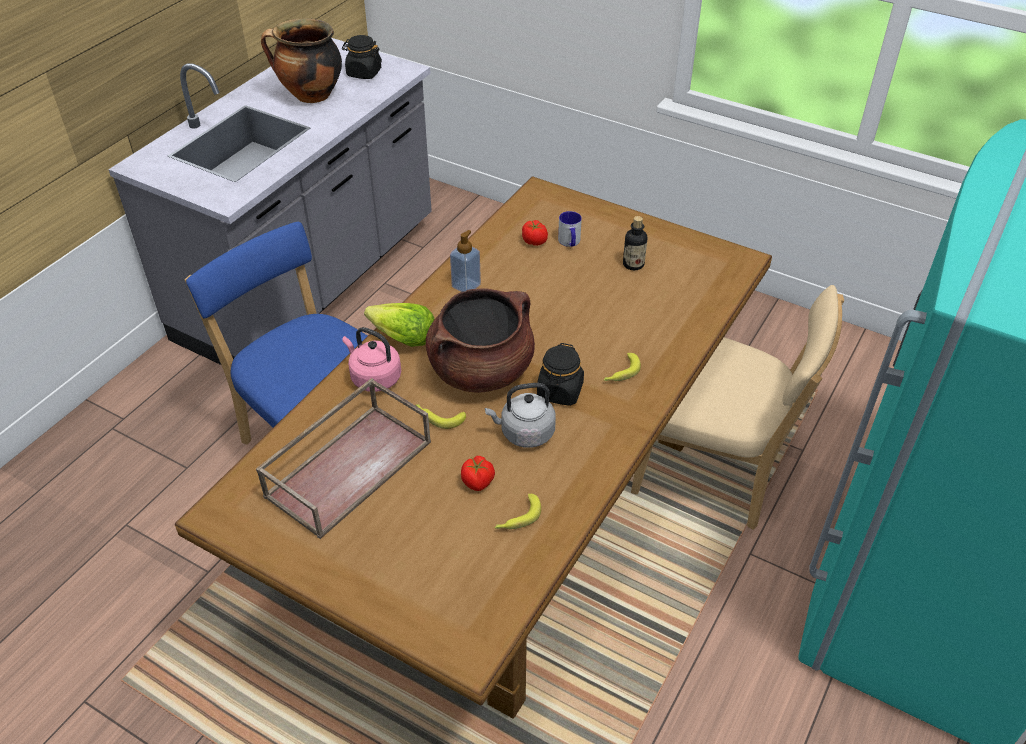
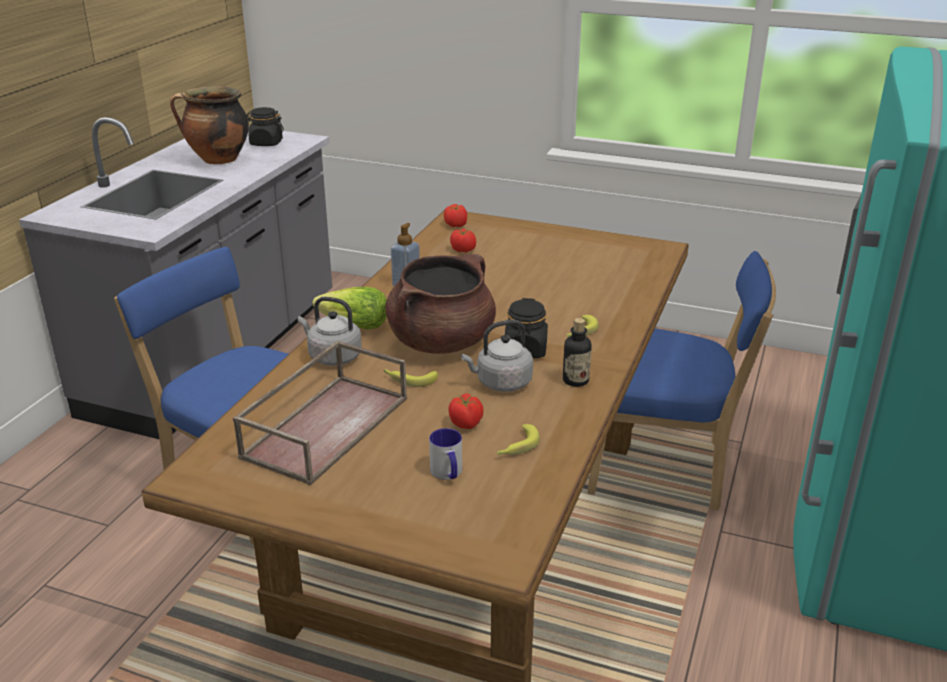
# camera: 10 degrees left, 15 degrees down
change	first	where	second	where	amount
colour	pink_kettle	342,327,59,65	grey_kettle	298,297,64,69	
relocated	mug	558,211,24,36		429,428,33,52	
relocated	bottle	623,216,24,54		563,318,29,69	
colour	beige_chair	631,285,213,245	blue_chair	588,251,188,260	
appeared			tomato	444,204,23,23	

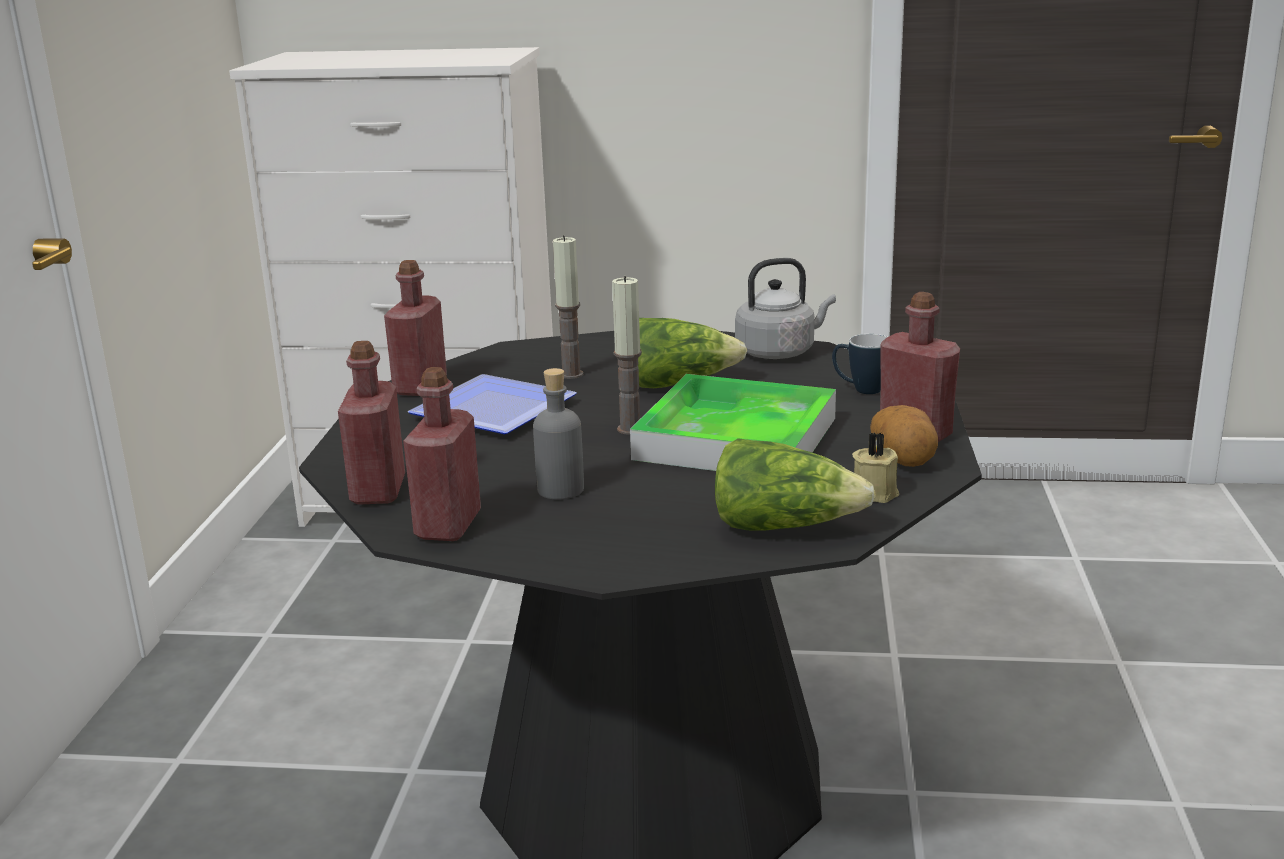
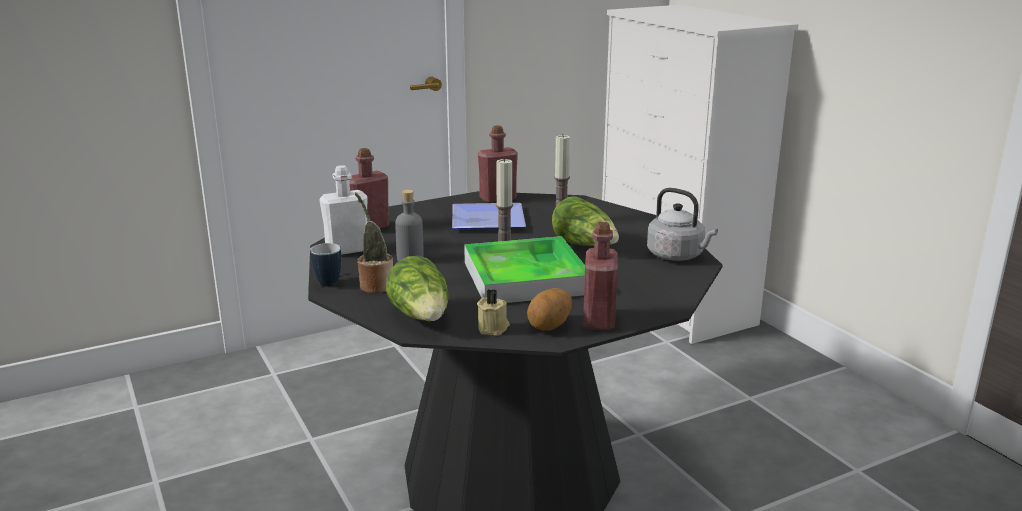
# camera: 55 degrees right, 0 degrees up
change	first	where	second	where	amount
colour	red_bottle	403,367,78,174	white_bottle	320,165,47,90	
relocated	mug	832,334,55,60		310,243,31,43	
appeared			potted_plant	355,192,38,101	

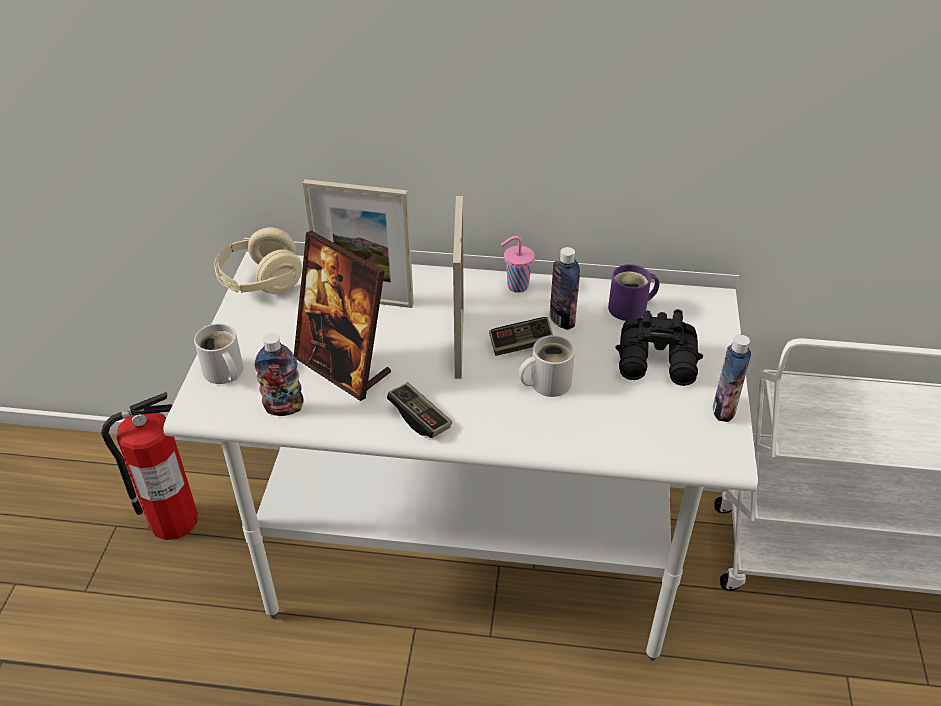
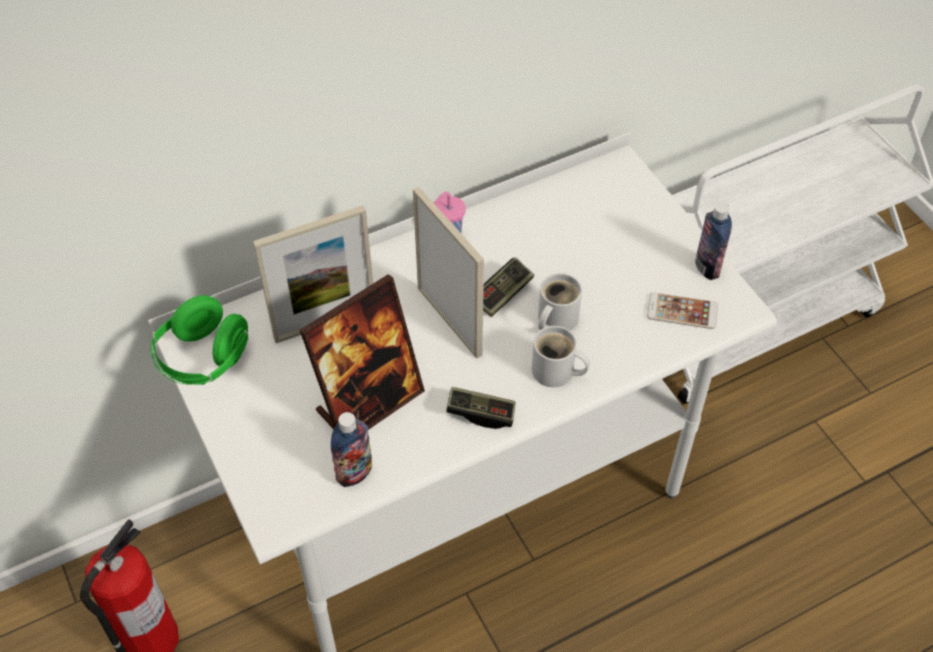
# camera: 35 degrees left, 10 degrees up
change	first	where	second	where	amount
relocated	white_mug	194,323,49,61		532,326,58,61	
colour	beige_headphones	214,227,88,67	green_headphones	151,295,97,90	
spun	picture_frame	294,231,97,170		300,274,125,156	45 degrees counterclockwise
missing	bottle	550,247,30,83			
missing	purple_mug	608,264,51,57			
missing	black_binoculars	616,309,87,77			
appeared			phone	647,292,71,37	

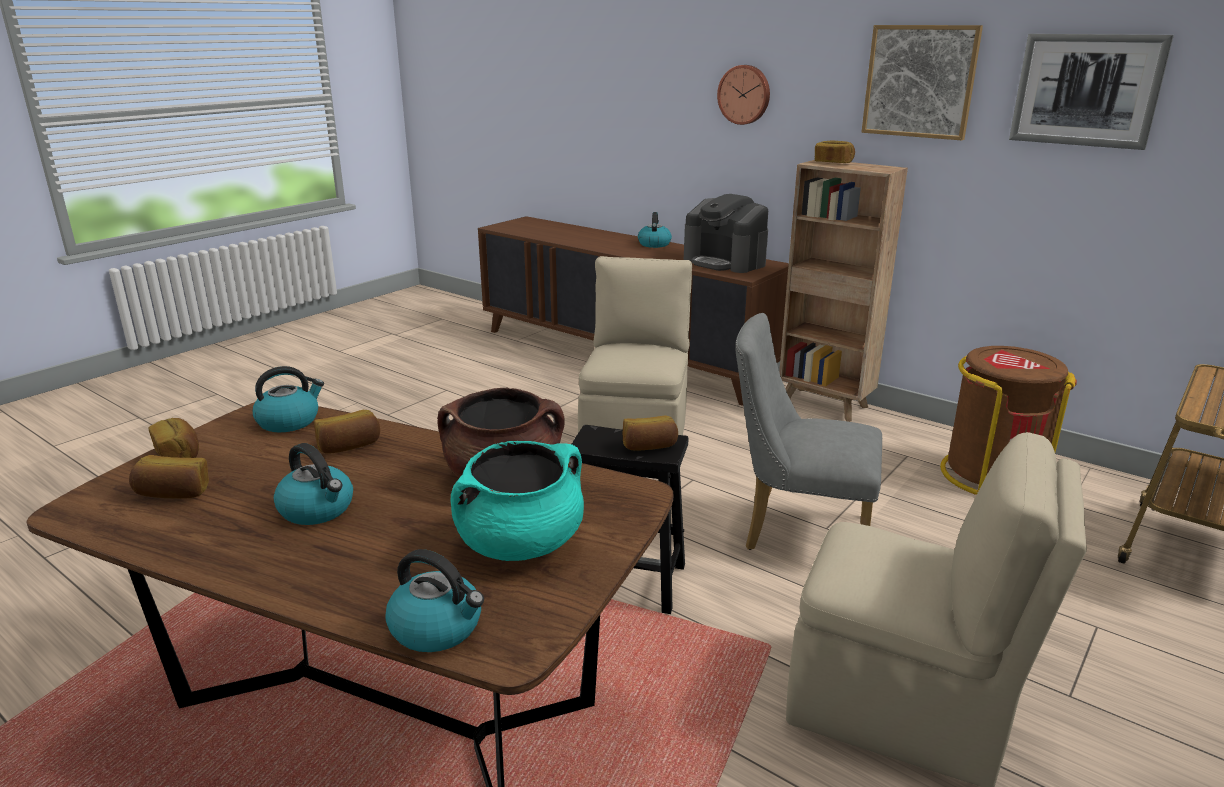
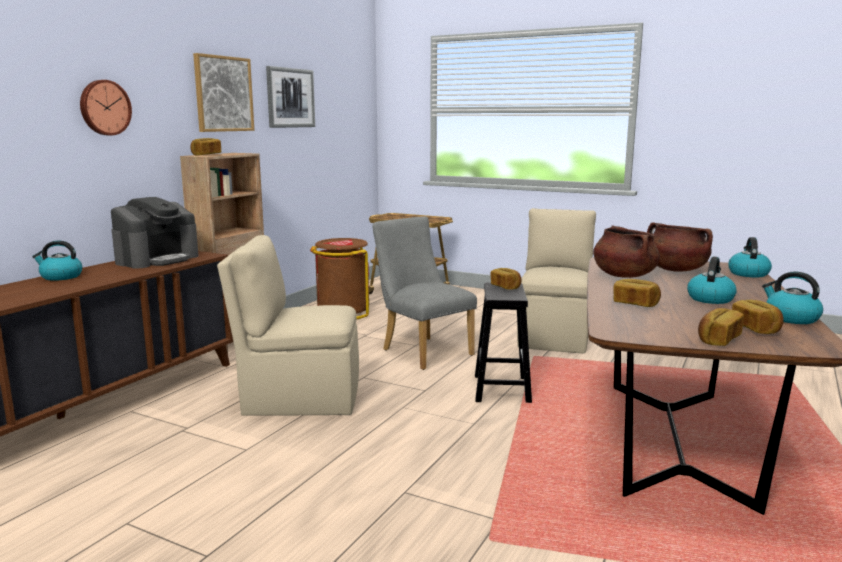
# camera: 100 degrees left, 10 degrees down
change	first	where	second	where	amount
relocated	kettle	253,366,71,67		762,271,61,53	
colour	turquoise_cooking_pot	450,441,134,120	brown_cooking_pot	647,223,66,48	
spun	grey_chair	735,313,147,237		372,217,105,153	135 degrees clockwise

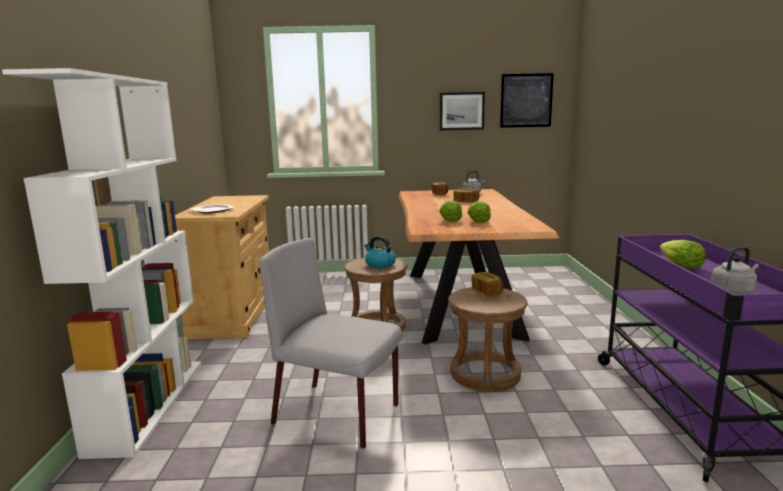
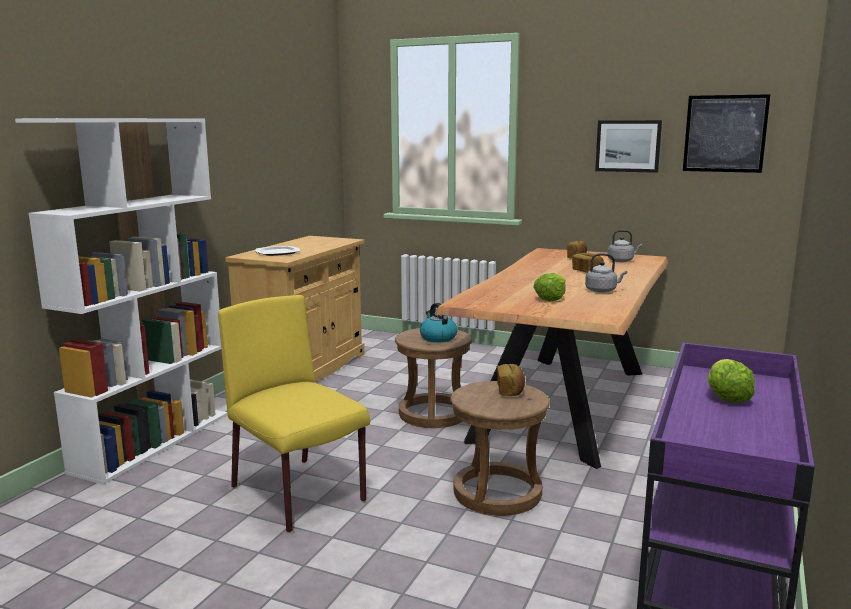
# camera: 25 degrees right, 0 degrees up
change	first	where	second	where	amount
colour	grey_chair	260,238,142,211	yellow_chair	218,295,152,238	
missing	lettuce	439,200,23,22			
relocated	grey_kettle	711,247,48,47		585,253,42,39	

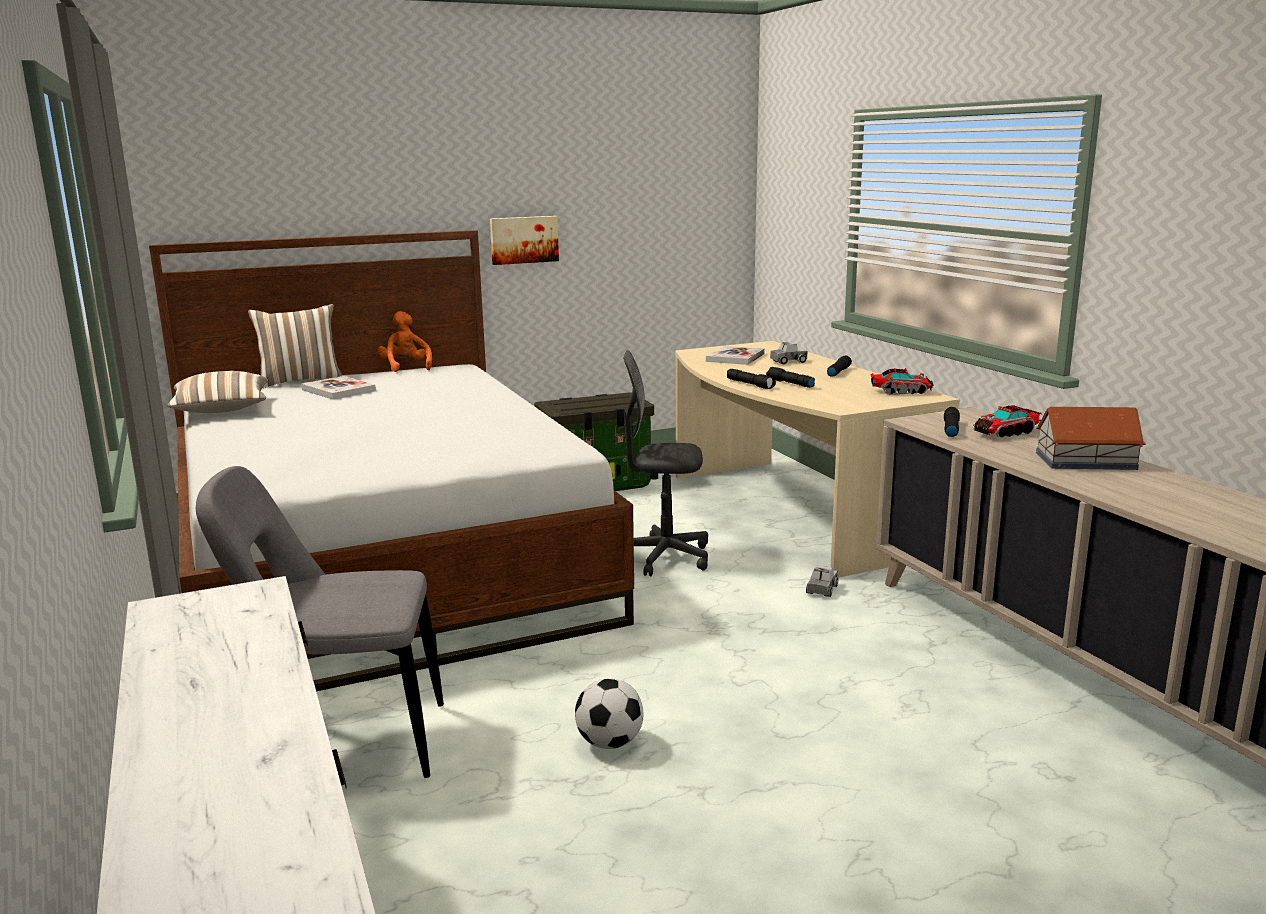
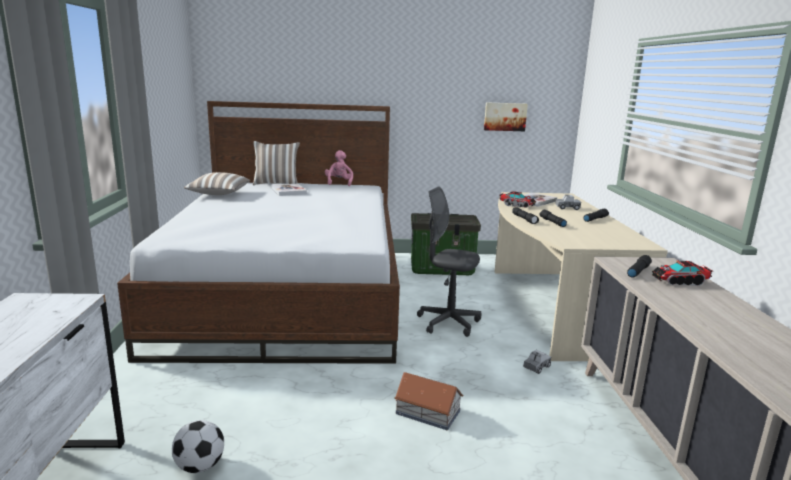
# camera: 20 degrees right, 0 degrees up
change	first	where	second	where	amount
missing	grey_chair	196,466,248,312			
colour	orange_plush_toy	378,311,54,61	pink_plush_toy	325,150,28,36	
relocated	picture	490,216,69,49		484,102,44,29	
relocated	football	575,678,68,71		172,420,52,53	
relocated	toy_truck	870,368,64,27		499,191,37,17	
relocated	toy_house	1036,407,110,63		394,372,70,58	

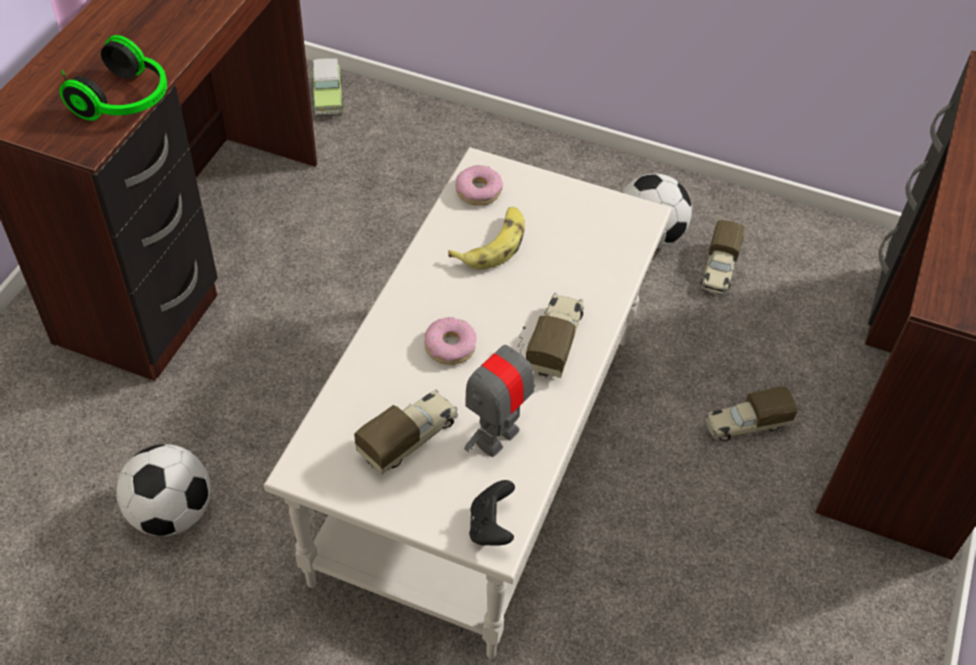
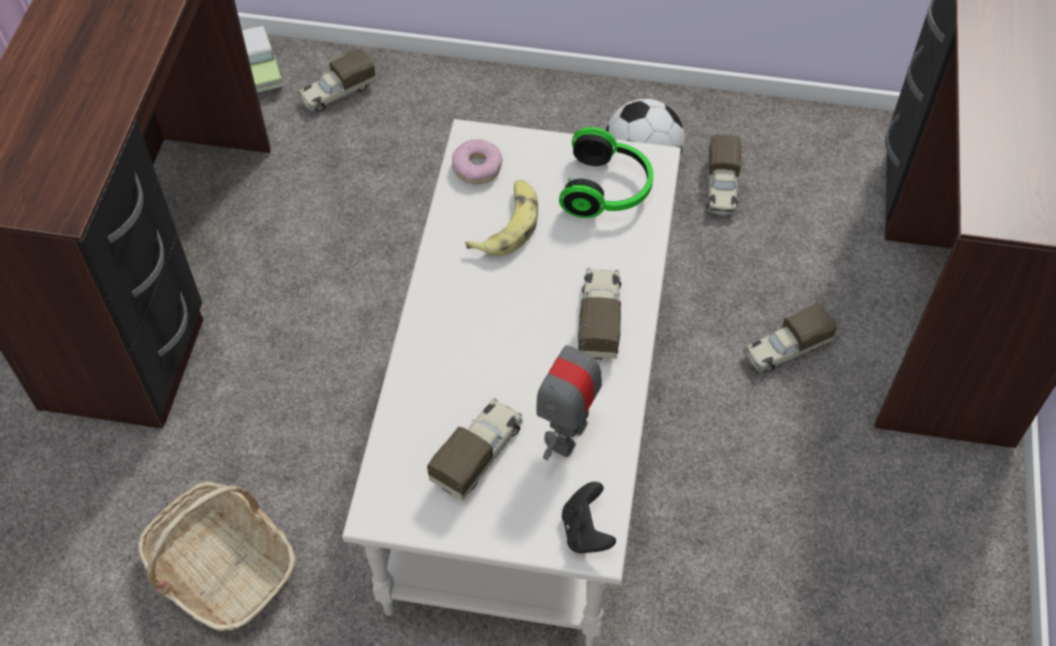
# camera: 10 degrees left, 5 degrees up
change	first	where	second	where	amount
relocated	headphones	59,35,108,86		559,127,94,91	
exchanged	football	116,444,95,92	basket	138,481,158,150	
missing	donut	424,317,52,48			
appeared			toy_truck	298,48,78,63	

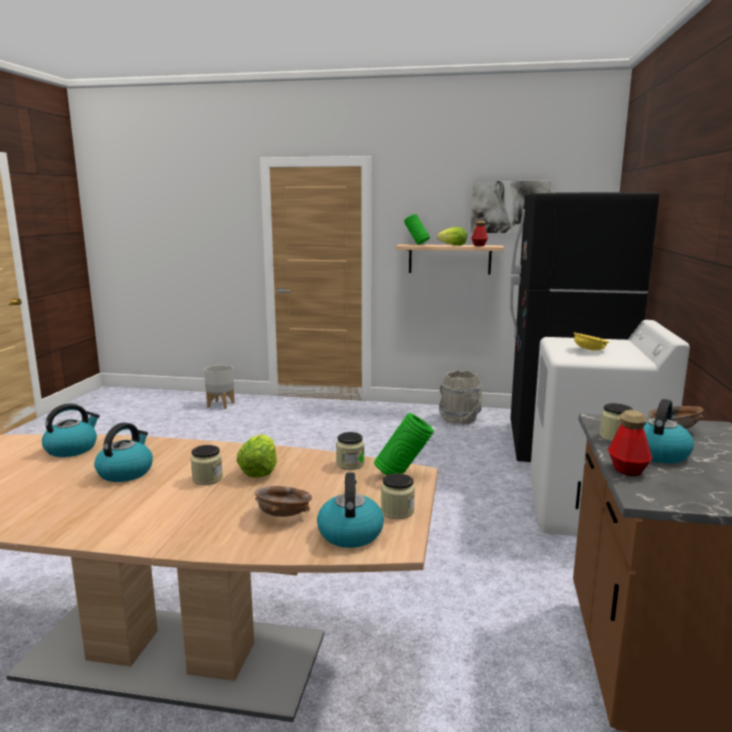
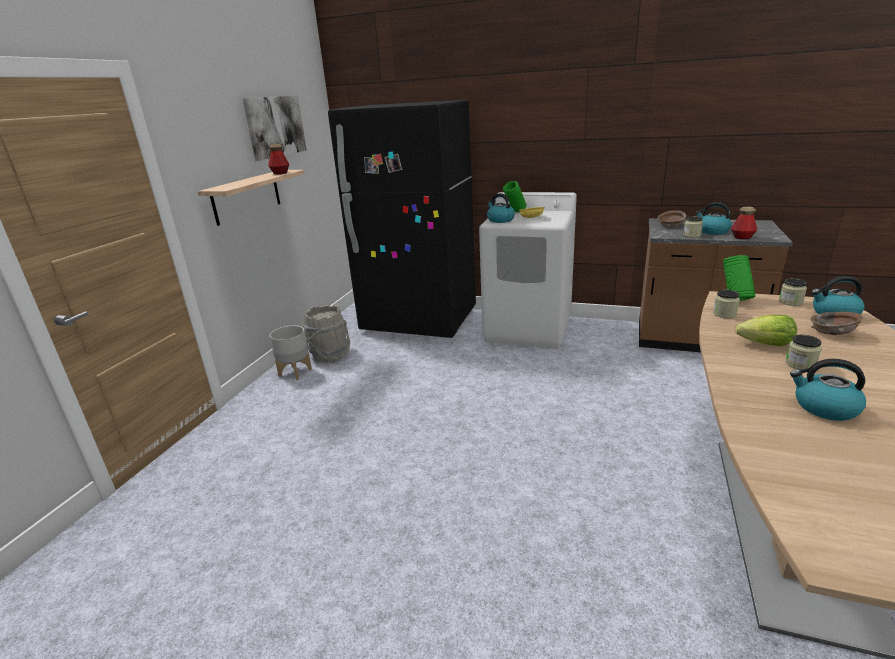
# camera: 80 degrees left, 10 degrees up
change	first	where	second	where	amount
relocated	kettle	42,404,58,53		487,193,28,30	
relocated	grey_planter	204,365,31,44		270,325,42,55	
relocated	green_vase	404,214,26,31		503,181,23,31	
missing	lettuce	437,227,30,19			

